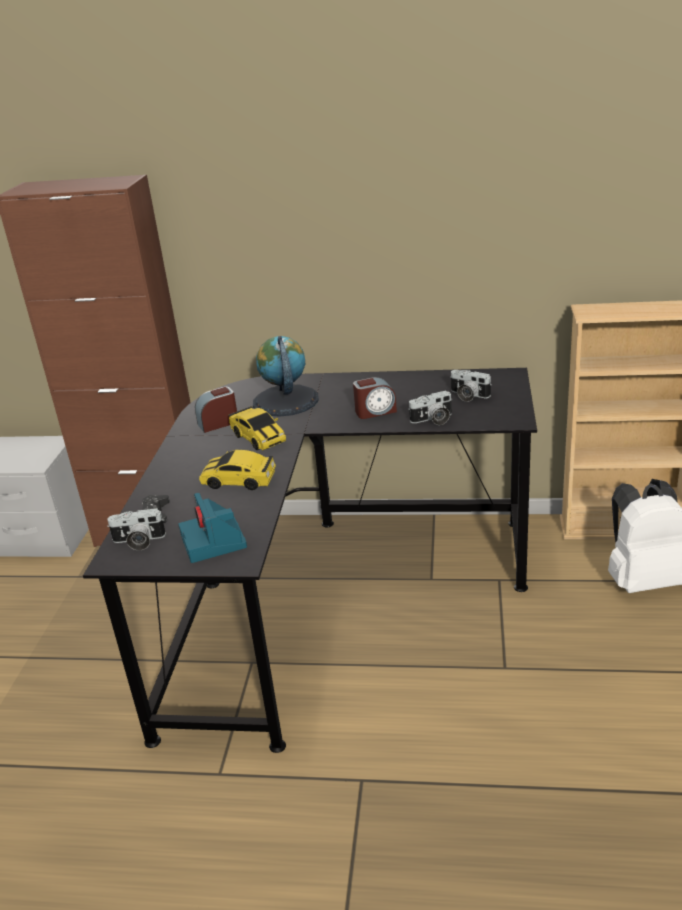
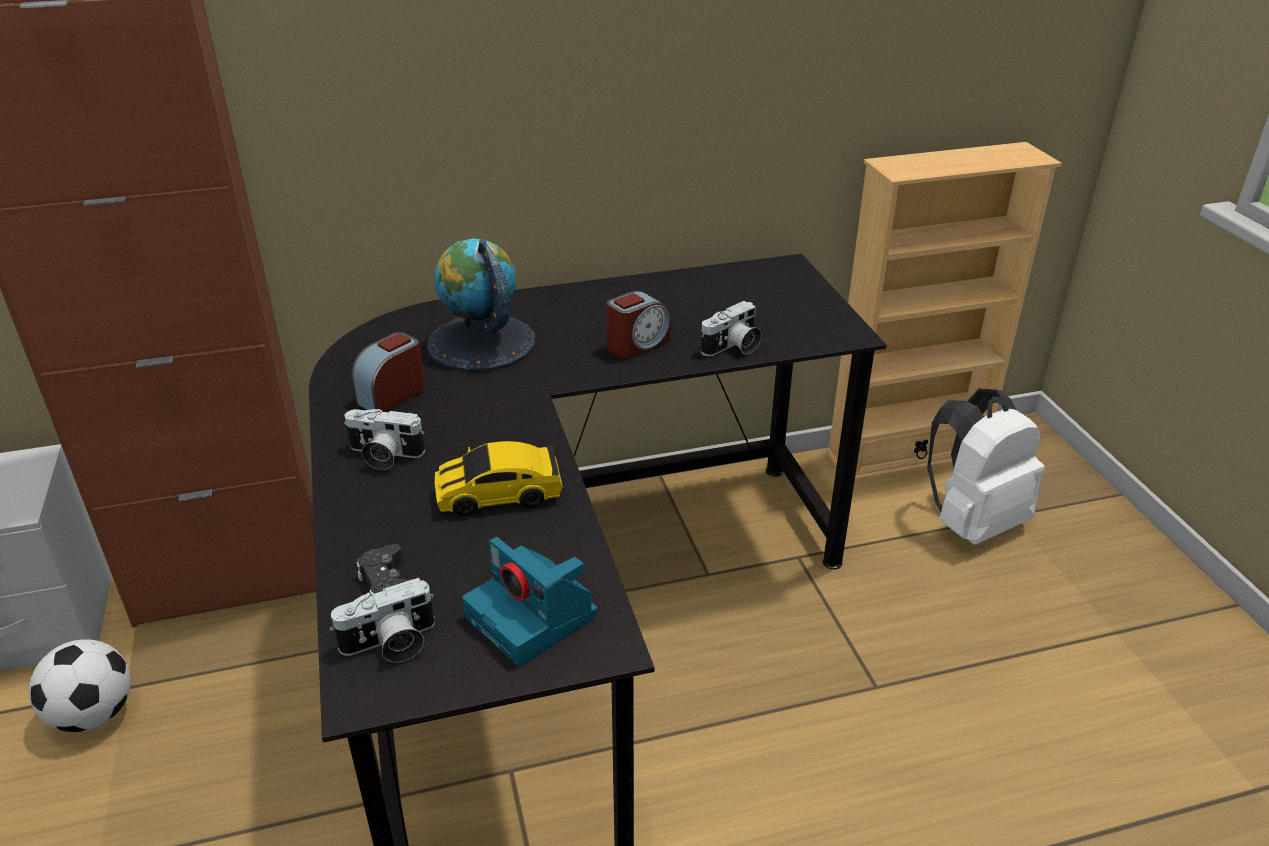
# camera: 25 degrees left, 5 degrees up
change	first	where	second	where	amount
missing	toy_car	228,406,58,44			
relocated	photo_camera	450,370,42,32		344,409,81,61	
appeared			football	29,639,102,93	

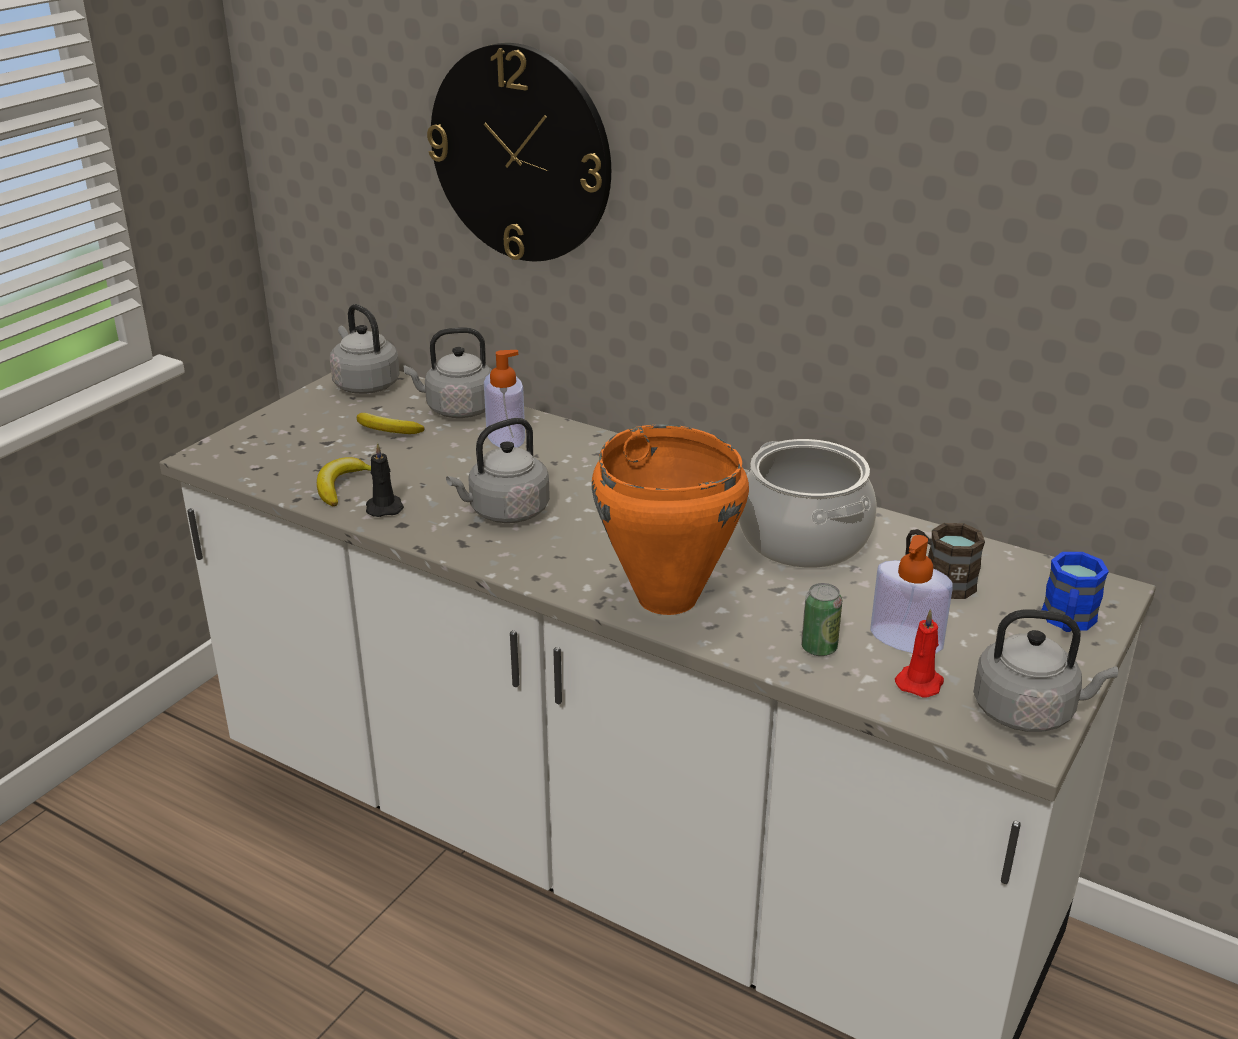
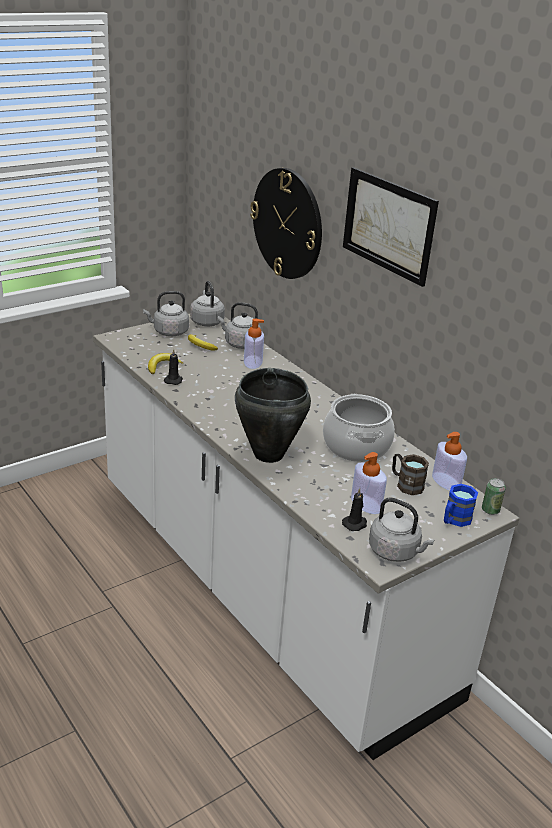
# camera: 20 degrees right, 0 degrees up
change	first	where	second	where	amount
relocated	grey_kettle	446,418,104,105		143,291,46,45	
colour	orange_cooking_pot	592,424,157,191	black_cooking_pot	235,368,76,95	
relocated	can	801,583,41,73		482,478,24,37	
colour	red_candle	895,609,49,89	black_candle	342,488,25,43	
appeared			picture	343,167,96,120	
appeared			soap_dispenser	432,432,35,59	

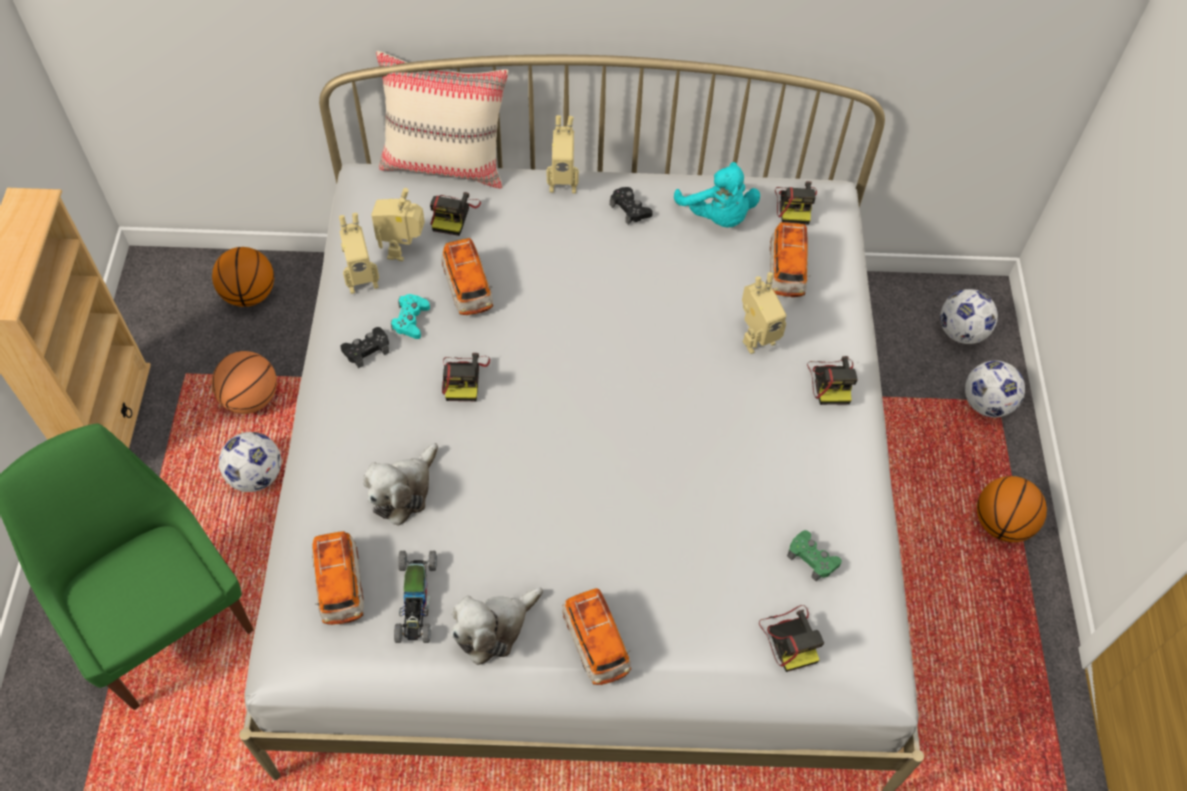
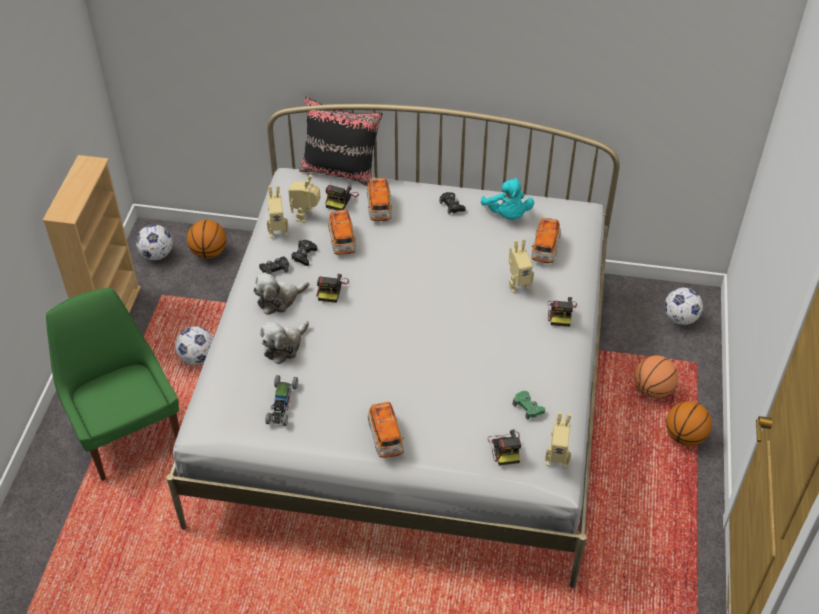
# camera: 10 degrees right, 10 degrees down
change	first	where	second	where	amount
relocated	basketball	212,351,65,63		634,355,44,43	
relocated	toy_car	312,531,52,94		367,178,25,43	
colour	beige_pillow	376,51,133,137	black_pillow	299,97,84,89	
colour	turquoise_game_controller	391,294,39,45	black_game_controller	291,240,26,26	
relocated	plush_toy	451,588,92,77		253,272,56,43	
relocated	toy_robot	547,115,32,78		545,412,27,56	
missing	photo_camera	775,181,42,44			
relocated	football	965,360,60,57		136,224,37,36	

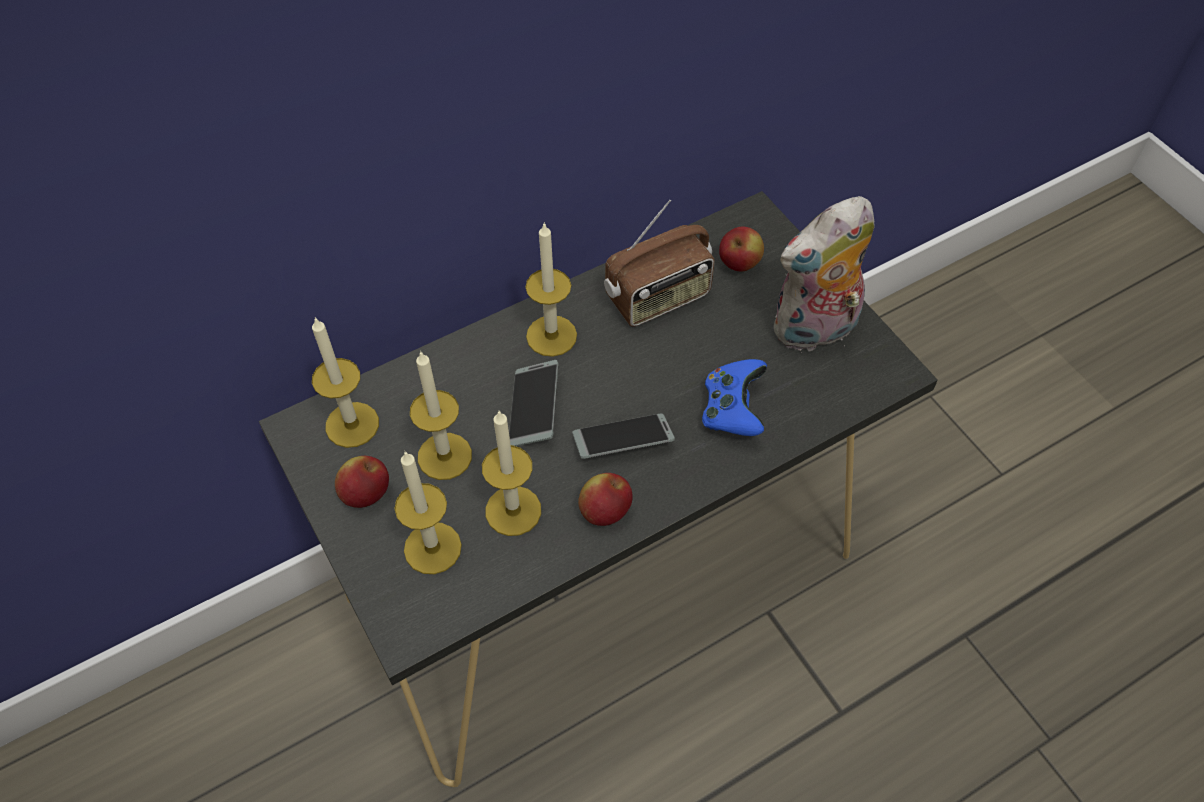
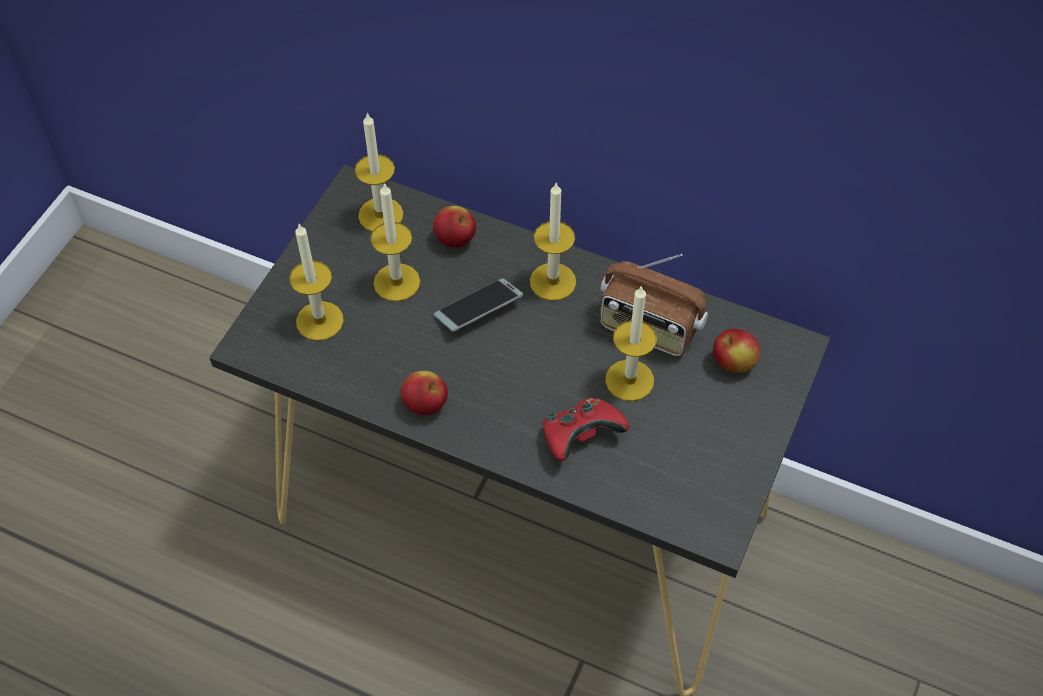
# camera: 55 degrees right, 0 degrees up
change	first	where	second	where	amount
relocated	apple	335,456,54,52		433,206,43,42	
relocated	candle	482,411,59,125		605,285,52,116	
missing	phone	572,414,103,45			
colour	blue_game_controller	702,359,65,77	red_game_controller	543,398,86,63	
missing	plush_toy	774,196,100,157			

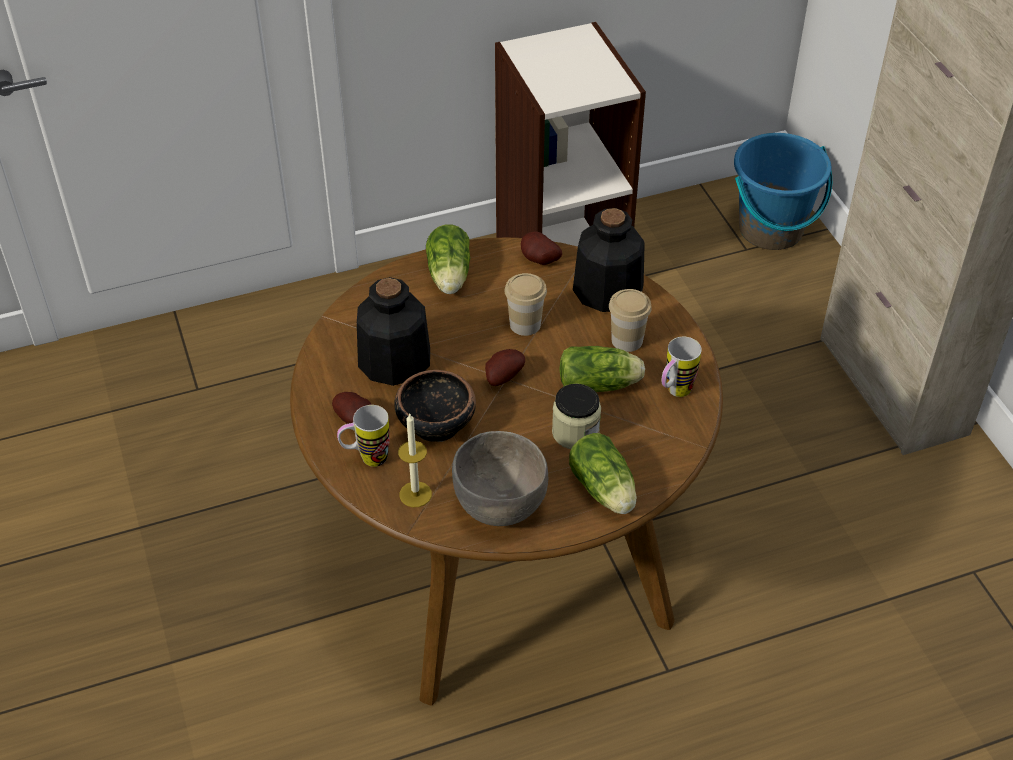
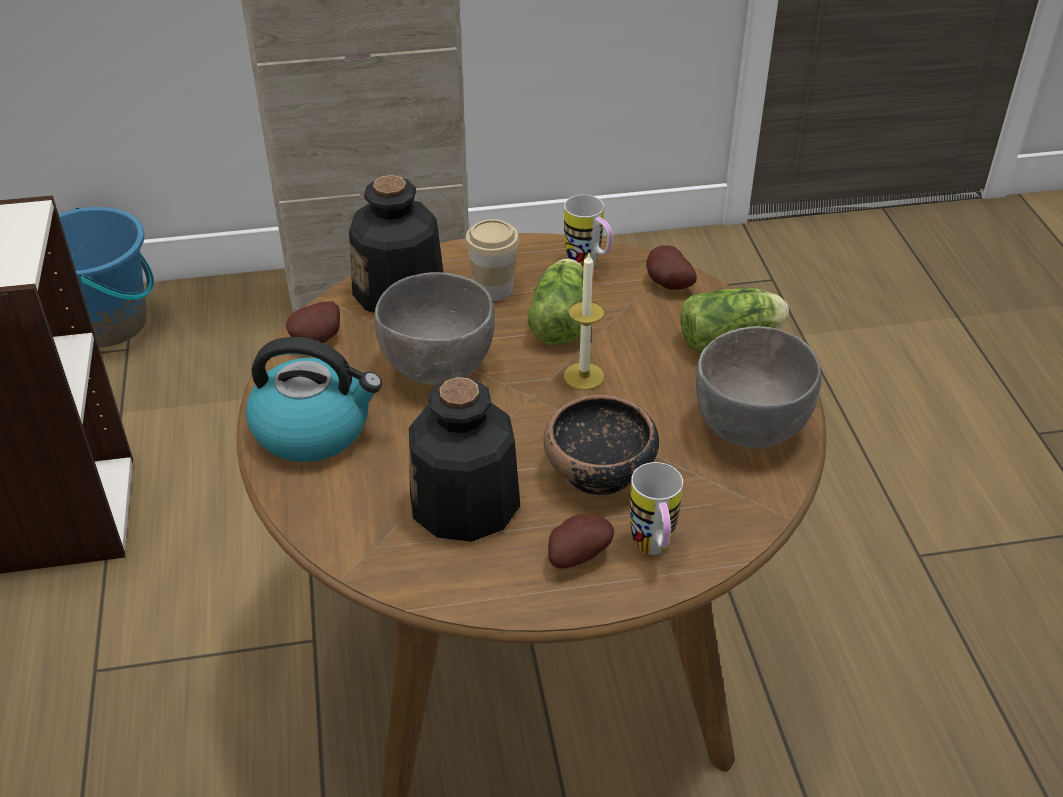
# camera: 80 degrees left, 5 degrees down
change	first	where	second	where	amount
relocated	candle	398,414,34,93		564,253,40,137	
exchanged	lettuce	426,224,44,70	kettle	246,337,136,125	
relocated	potato	485,349,40,37		646,245,51,45	
exchanged	cup	505,273,42,63	grey_bowl	374,272,121,113	
missing	jar	552,384,49,65			

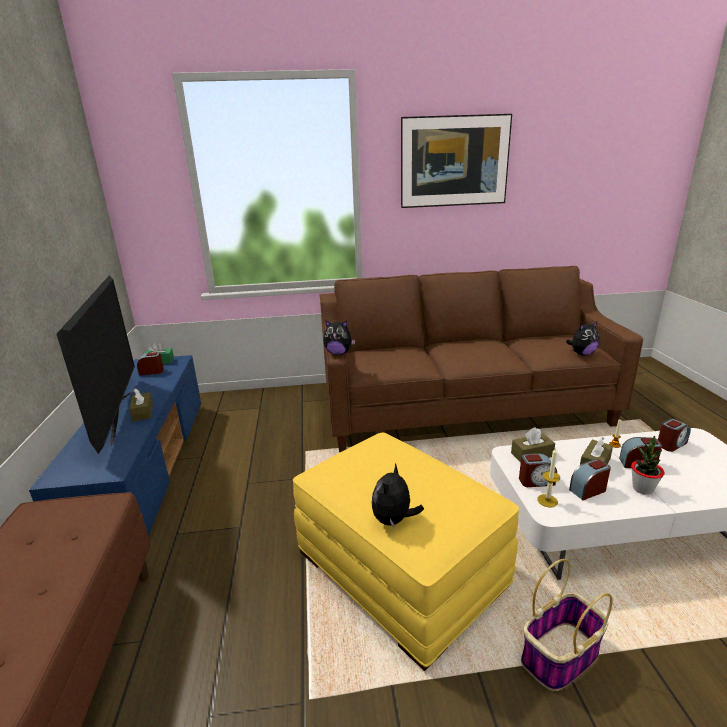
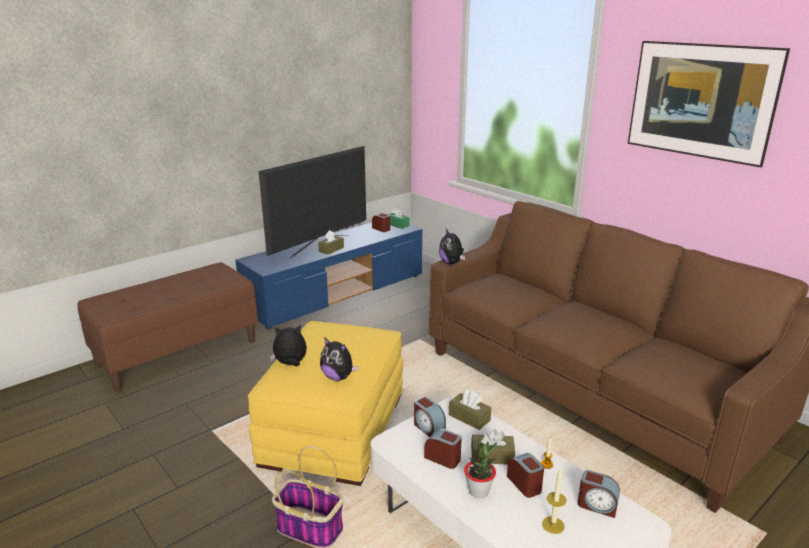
# camera: 55 degrees right, 0 degrees up
change	first	where	second	where	amount
relocated	candle	537,448,23,60		542,468,24,66	
relocated	plush_toy	566,322,33,34		320,337,39,44	

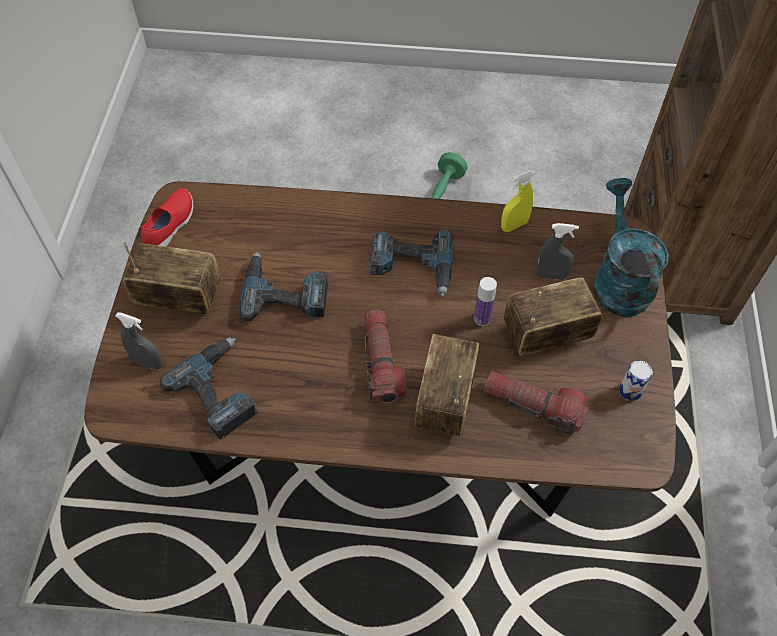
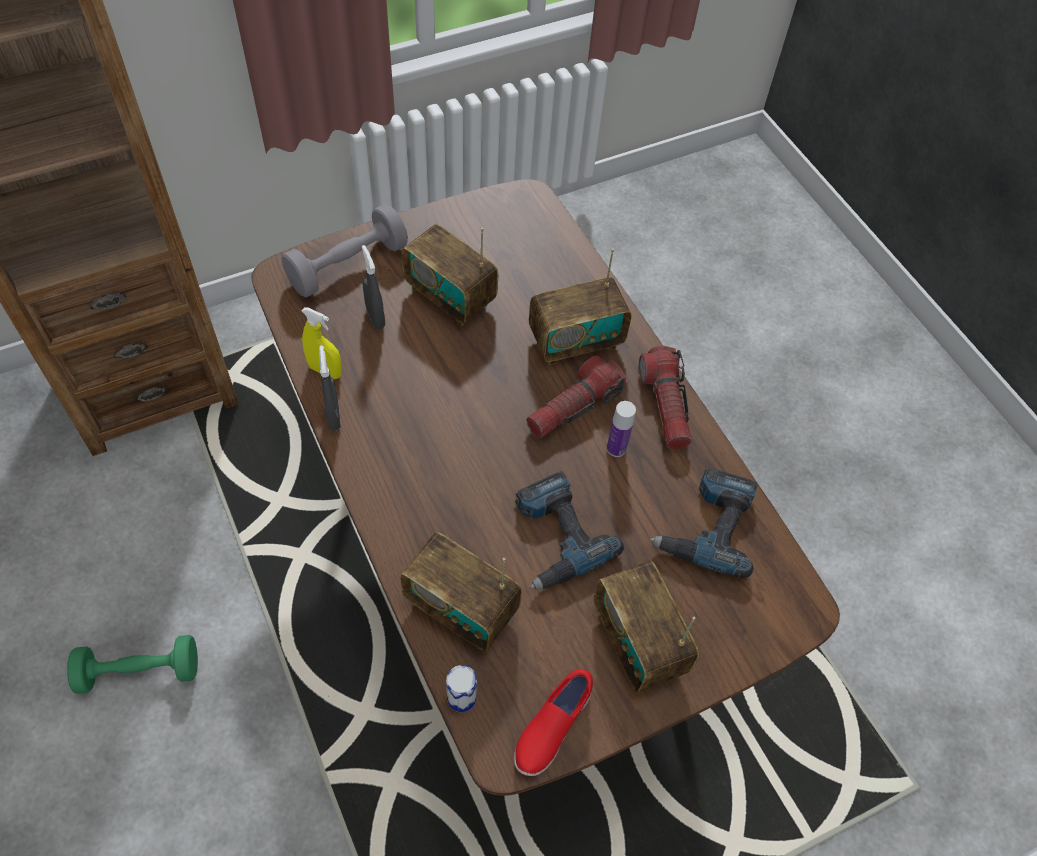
# camera: 125 degrees left, 0 degrees up
change	first	where	second	where	amount
relocated	grey_spray_bottle	115,312,47,58		319,345,22,86	
spun	red_shoe	141,188,52,59		514,669,79,107	45 degrees counterclockwise
missing	power_drill	370,229,83,68			
relocated	bottle	474,277,23,49		607,401,29,56	
relocated	flashlight	484,371,105,64		639,346,53,104	
exchanged	turquoise_watering_can	593,178,76,139	grey_dumbbell	282,204,126,94	
relocated	can	619,361,34,40		446,665,31,47	
appeared			radio	400,532,122,120	

